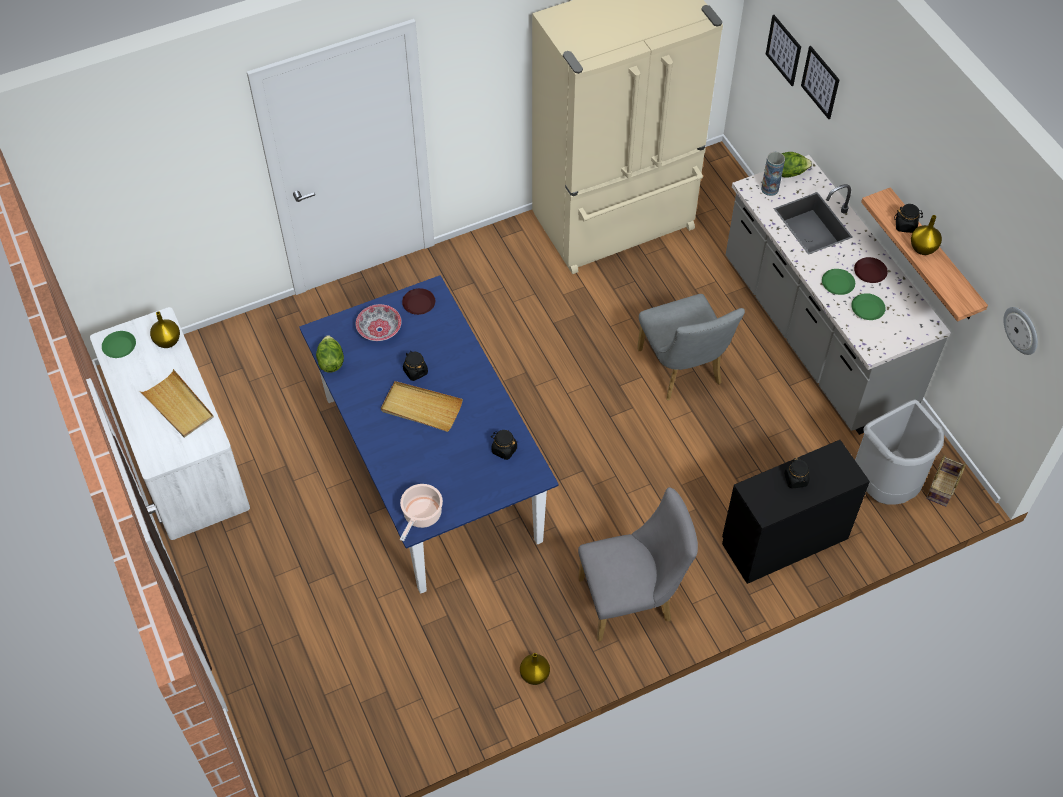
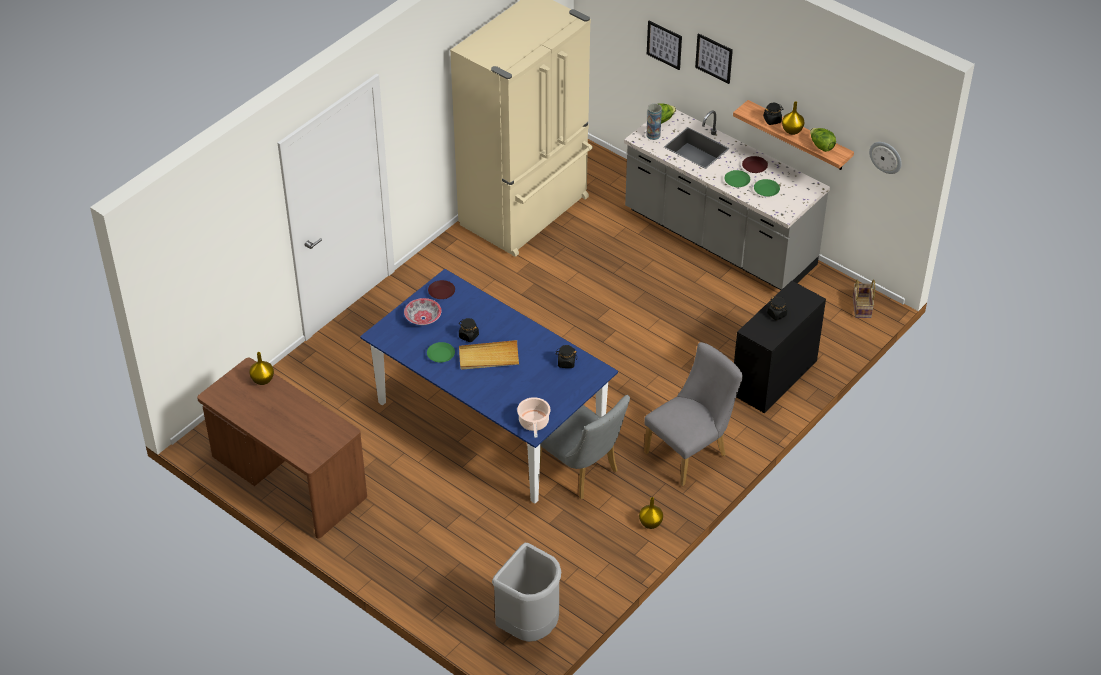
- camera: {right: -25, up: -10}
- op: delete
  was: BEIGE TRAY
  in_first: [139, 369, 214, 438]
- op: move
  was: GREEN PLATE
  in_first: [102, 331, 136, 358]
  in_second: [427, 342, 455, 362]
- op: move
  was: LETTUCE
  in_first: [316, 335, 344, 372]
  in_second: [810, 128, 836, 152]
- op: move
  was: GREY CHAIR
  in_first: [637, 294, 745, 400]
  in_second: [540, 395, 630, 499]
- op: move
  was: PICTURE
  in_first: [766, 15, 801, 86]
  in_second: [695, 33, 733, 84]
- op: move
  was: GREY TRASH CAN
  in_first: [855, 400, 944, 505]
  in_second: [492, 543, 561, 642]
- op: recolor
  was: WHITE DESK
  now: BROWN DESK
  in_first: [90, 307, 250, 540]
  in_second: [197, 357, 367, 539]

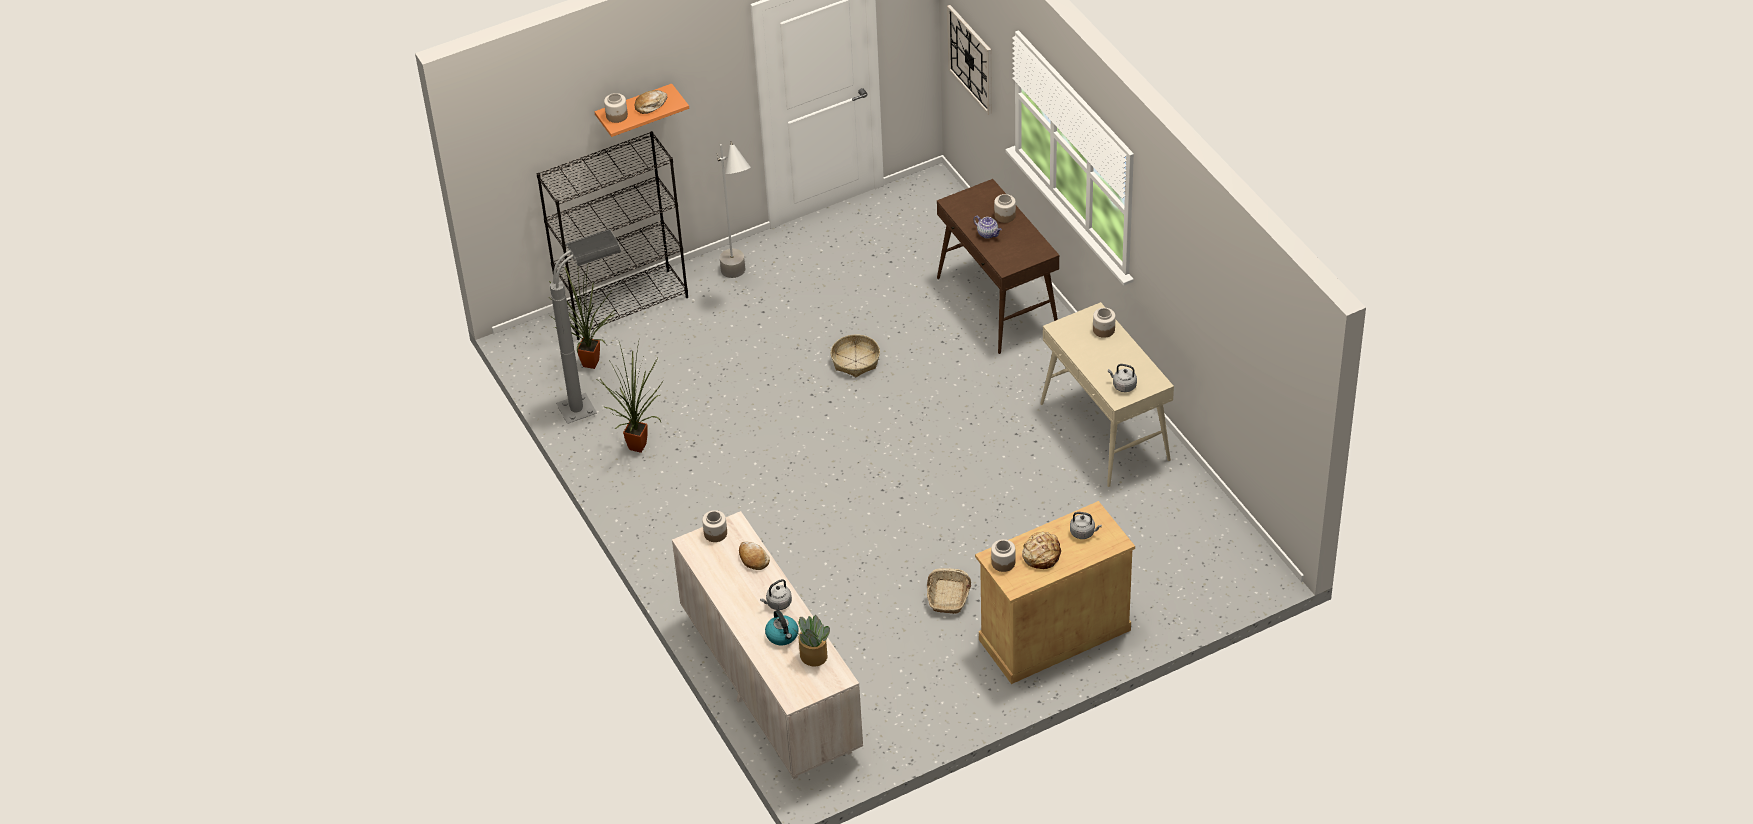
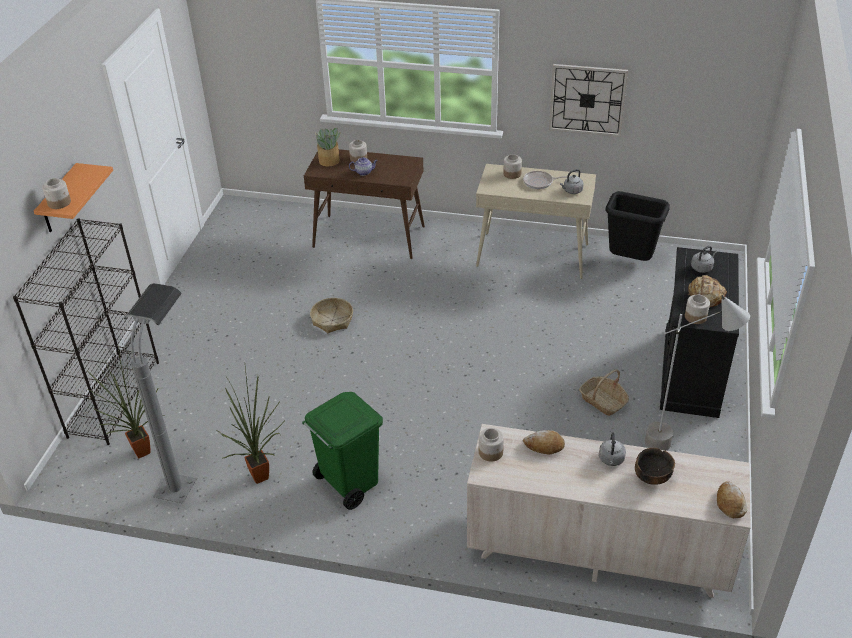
- camera: {right: -50, up: -5}
- op: insert
  now: GREEN TRASH CAN
  in_second: [302, 392, 383, 510]
- op: insert
  now: FRYING PAN
  in_second: [523, 171, 567, 189]
- op: insert
  now: BLACK TRASH CAN
  in_second: [605, 191, 670, 261]
- op: move
  was: BREAD
  in_first: [635, 90, 667, 114]
  in_second: [717, 481, 747, 518]
- op: move
  was: GREY FLOOR LAMP
  in_first: [717, 141, 751, 278]
  in_second: [645, 295, 750, 451]
- op: move
  was: POTTED PLANT
  in_first: [797, 615, 830, 666]
  in_second: [315, 128, 341, 166]
- op: move
  was: WALL CLOCK
  in_first: [947, 5, 992, 115]
  in_second: [549, 64, 628, 137]
- op: replace
  was: KETTLE
  now: BOWL
  in_first: [765, 610, 798, 645]
  in_second: [635, 448, 675, 485]
- op: recolor
  was: BEIGE CABINET
  now: BLACK CABINET
  in_first: [975, 501, 1135, 684]
  in_second: [660, 247, 739, 418]

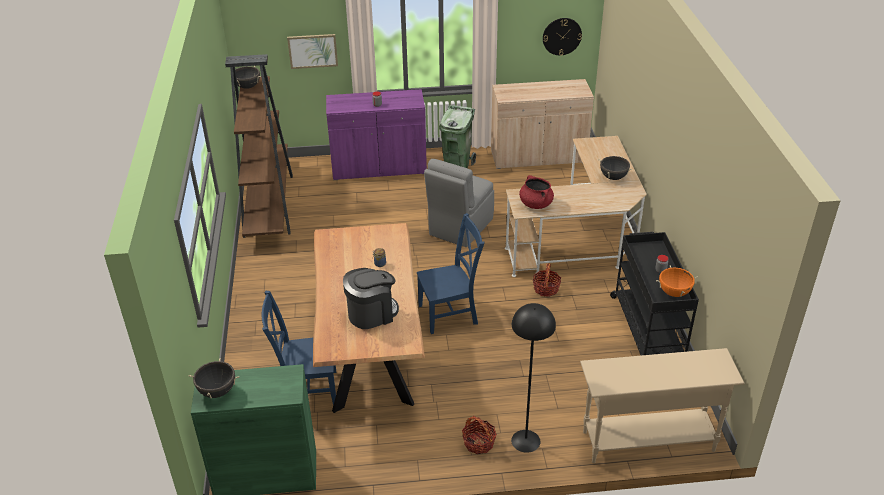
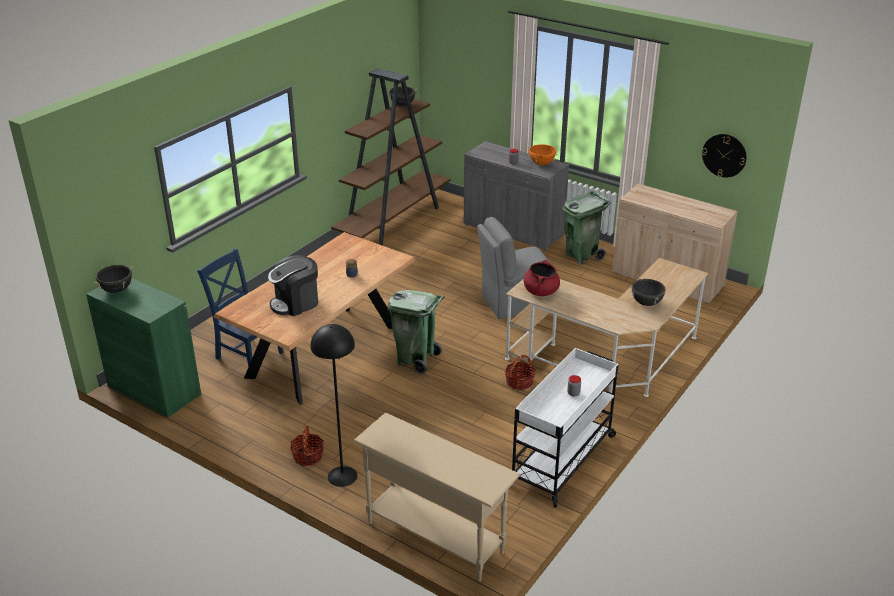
- camera: {right: 40, up: -5}
- op: delete
  was: PICTURE
  in_first: [287, 34, 338, 69]
- op: move
  was: ORANGE COOKING POT
  in_first: [656, 265, 698, 297]
  in_second: [528, 144, 558, 165]
- op: replace
  was: BLUE CHAIR
  now: GREEN TRASH CAN
  in_first: [417, 213, 484, 334]
  in_second: [388, 290, 445, 374]
- op: recolor
  was: PURPLE CABINET
  now: GREY CABINET
  in_first: [326, 89, 427, 180]
  in_second: [464, 141, 569, 251]
- op: recolor
  was: BLACK CART
  now: WHITE CART
  in_first: [610, 232, 699, 356]
  in_second: [512, 348, 619, 508]
- op: rotate
  was: COFFEE MACHINE
  in_first: [343, 268, 399, 329]
  in_second: [268, 255, 318, 316]
  clockwise: 135

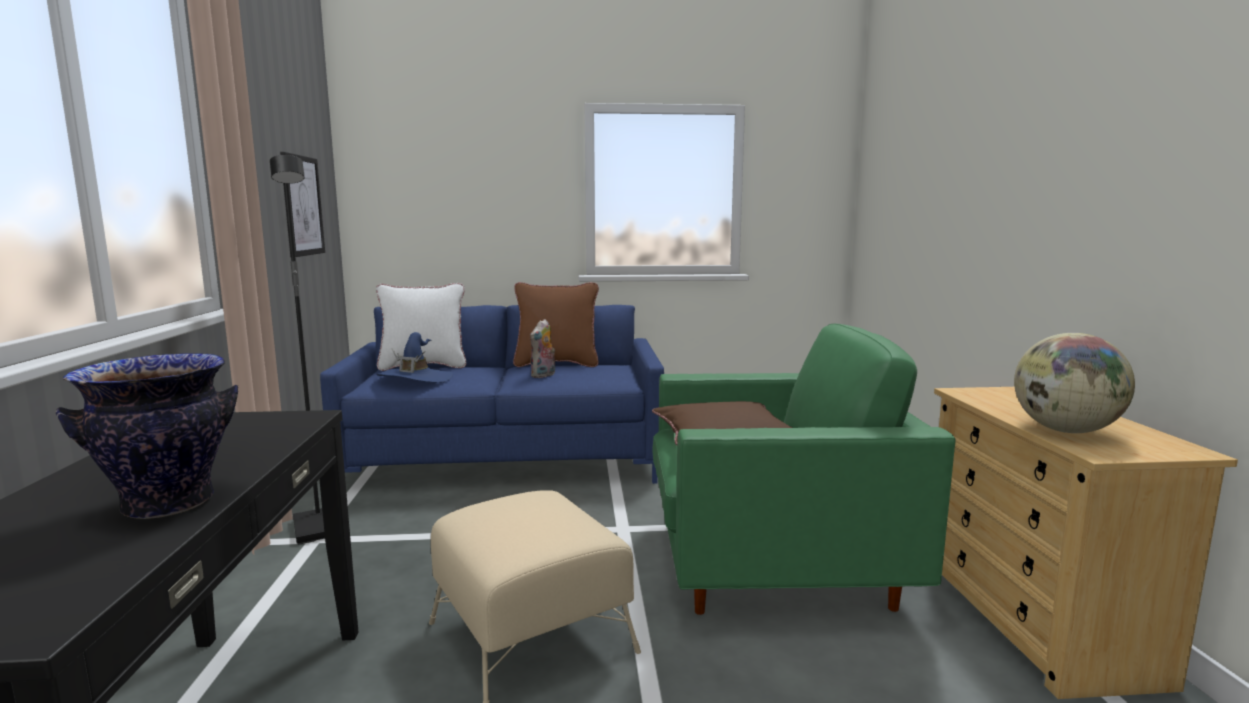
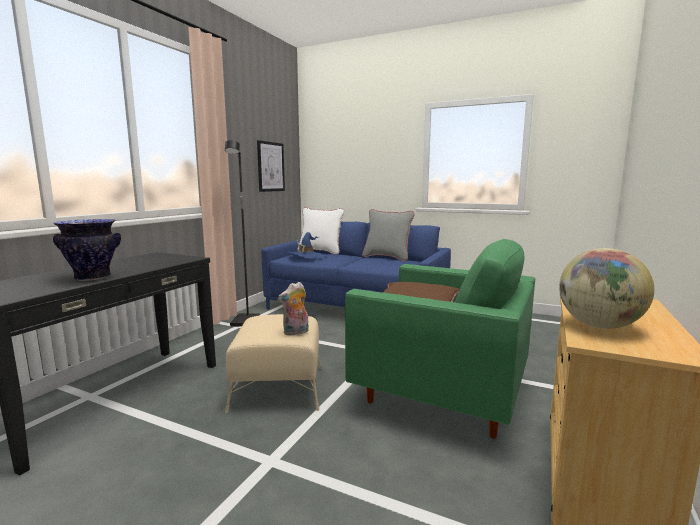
- camera: {right: 30, up: 0}
- op: move
  was: PLUSH TOY
  in_first: [530, 319, 555, 378]
  in_second: [278, 282, 309, 336]
- op: recolor
  was: BROWN PILLOW
  now: GREY PILLOW
  in_first: [513, 282, 599, 367]
  in_second: [362, 209, 415, 261]

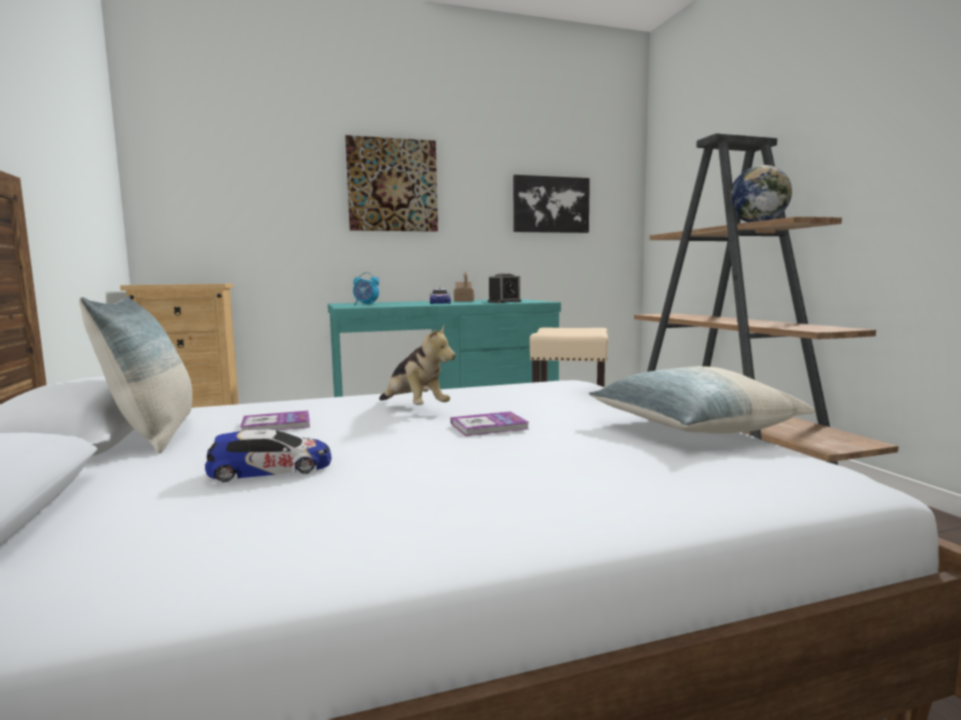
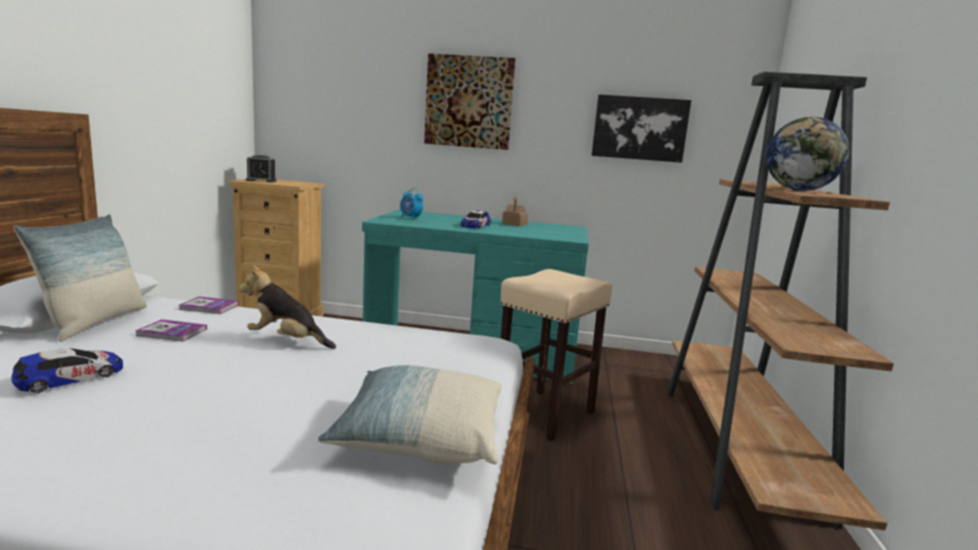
- camera: {right: 25, up: 5}
- op: move
  was: BOOK
  in_first: [451, 411, 529, 436]
  in_second: [178, 297, 239, 314]
- op: move
  was: ALARM CLOCK
  in_first: [488, 273, 521, 303]
  in_second: [246, 155, 276, 182]
- op: rotate
  was: TOY CAR
  in_first: [205, 429, 332, 482]
  in_second: [11, 348, 123, 393]
  clockwise: -60
- op: rotate
  was: PLUSH TOY
  in_first: [379, 325, 456, 405]
  in_second: [239, 265, 336, 349]
  clockwise: 120

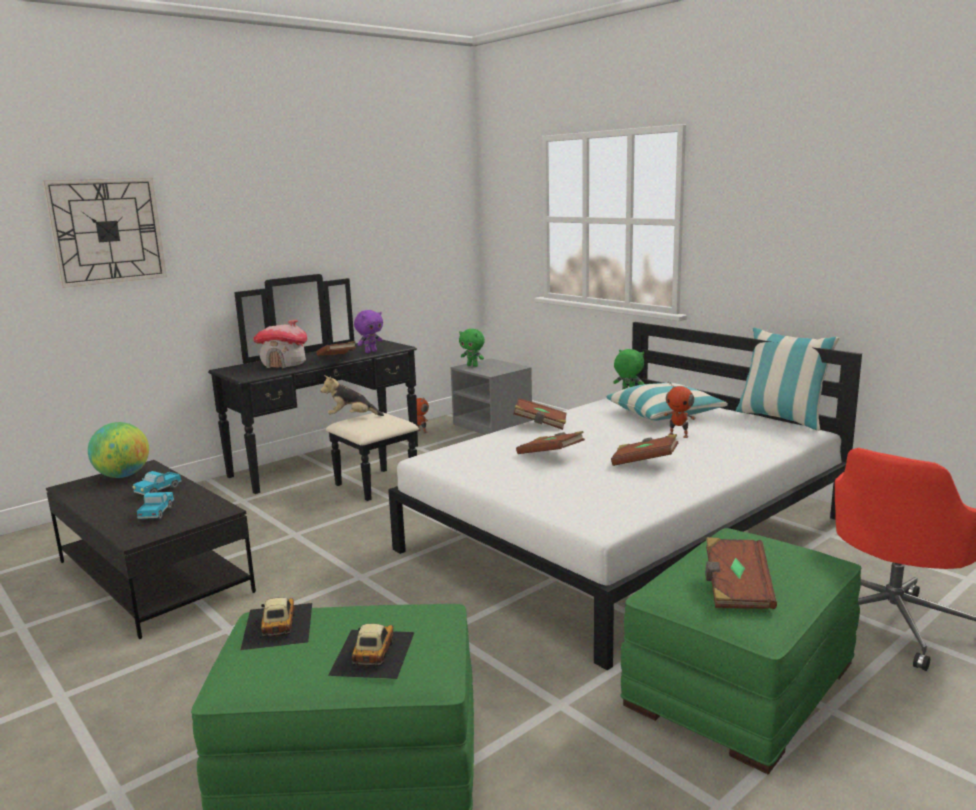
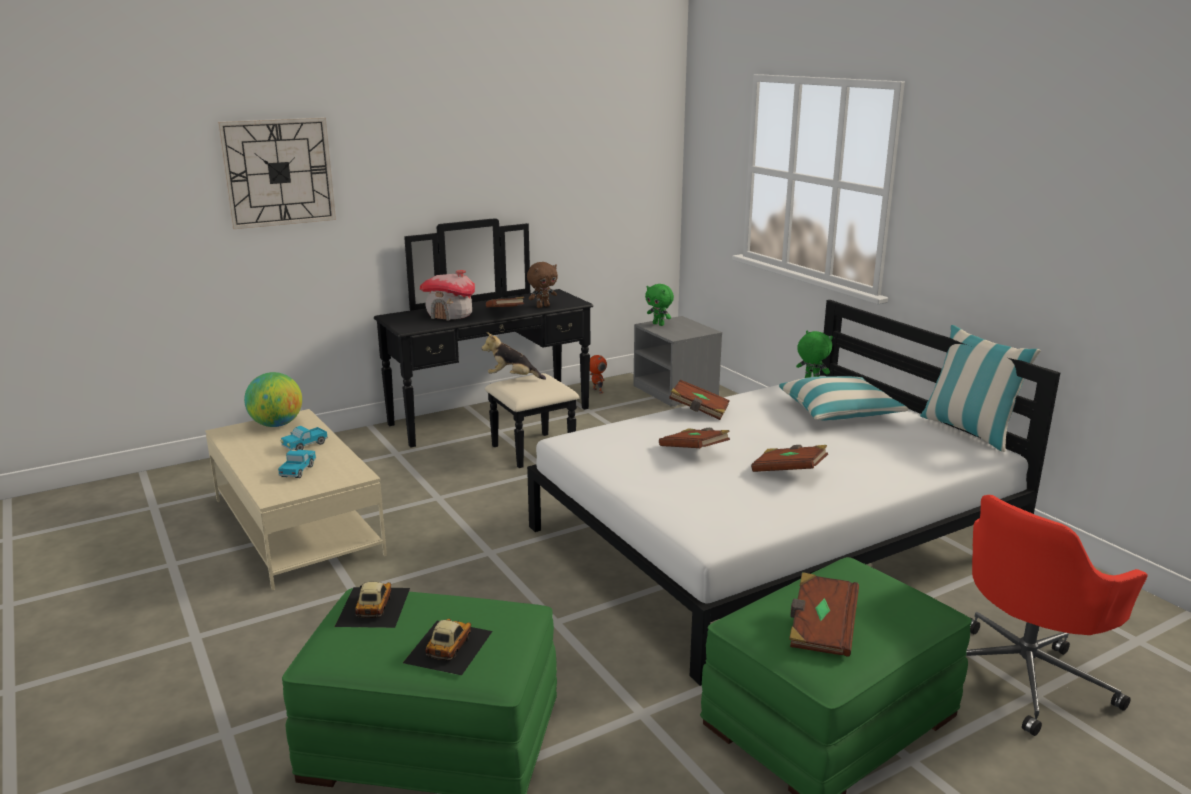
- camera: {right: 10, up: 5}
- op: delete
  was: TOY ROBOT
  in_first: [664, 381, 696, 438]
- op: recolor
  was: BLACK COFFEE TABLE
  now: BEIGE COFFEE TABLE
  in_first: [46, 460, 256, 639]
  in_second: [205, 409, 387, 590]
- op: recolor
  was: PURPLE PLUSH TOY
  now: BROWN PLUSH TOY
  in_first: [354, 310, 383, 353]
  in_second: [527, 262, 558, 308]

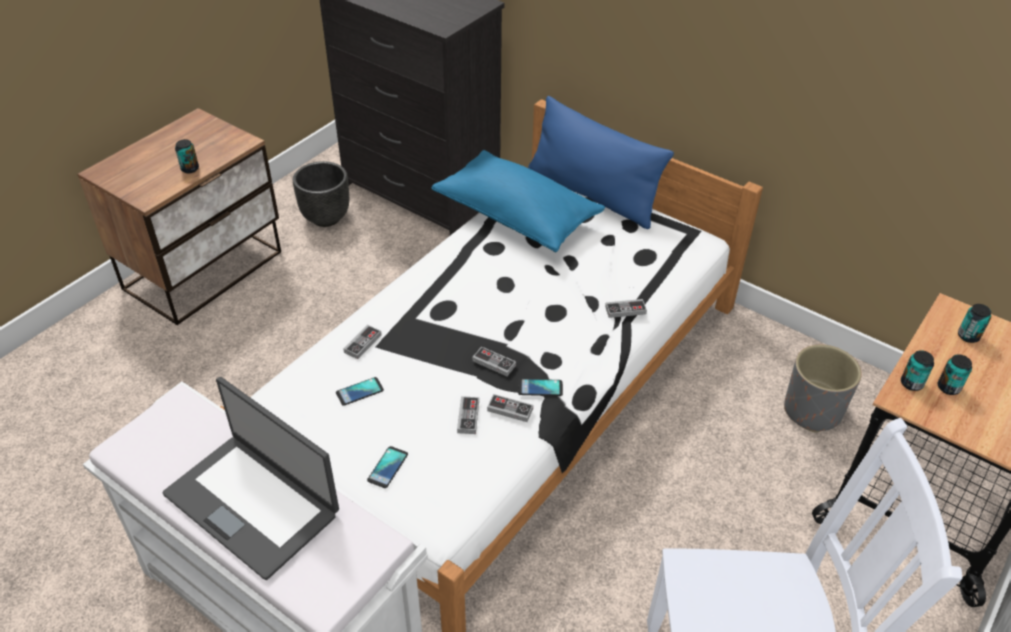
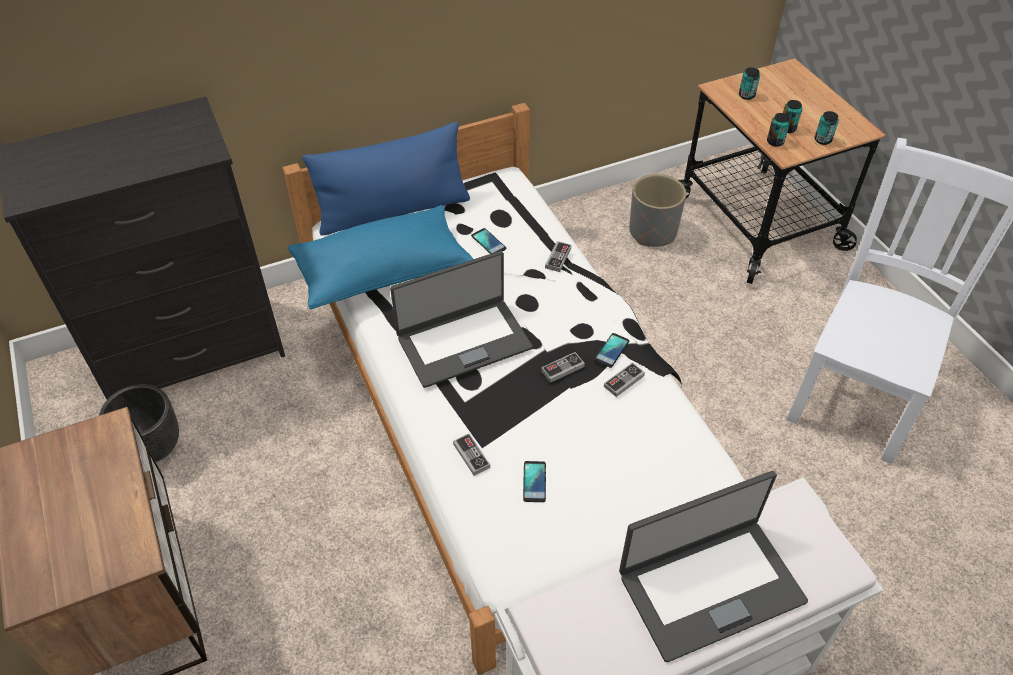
- camera: {right: -60, up: 5}
- op: delete
  was: GAME CONTROLLER
  in_first: [457, 396, 479, 434]
- op: insert
  now: LAPTOP
  in_second: [390, 251, 533, 388]
- op: move
  was: CAN
  in_first: [175, 139, 199, 173]
  in_second: [815, 111, 839, 145]
- op: move
  was: PHONE
  in_first: [367, 446, 408, 488]
  in_second: [471, 228, 507, 254]

